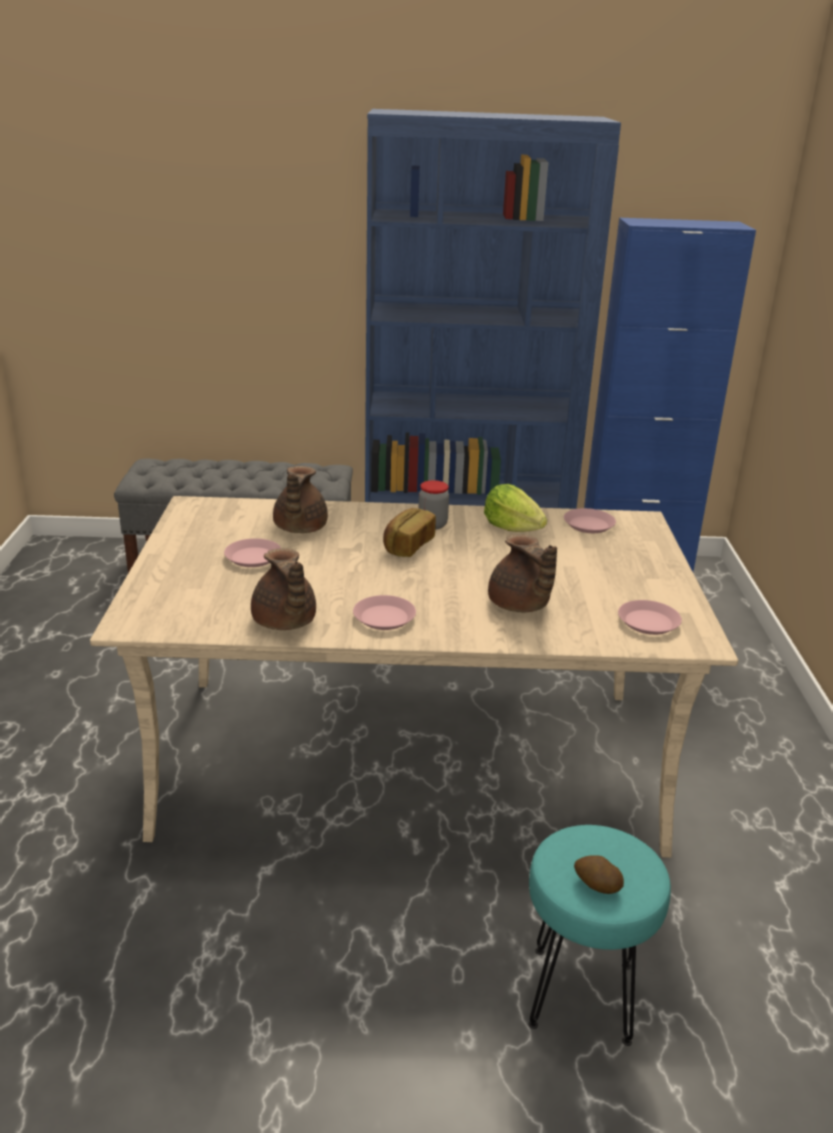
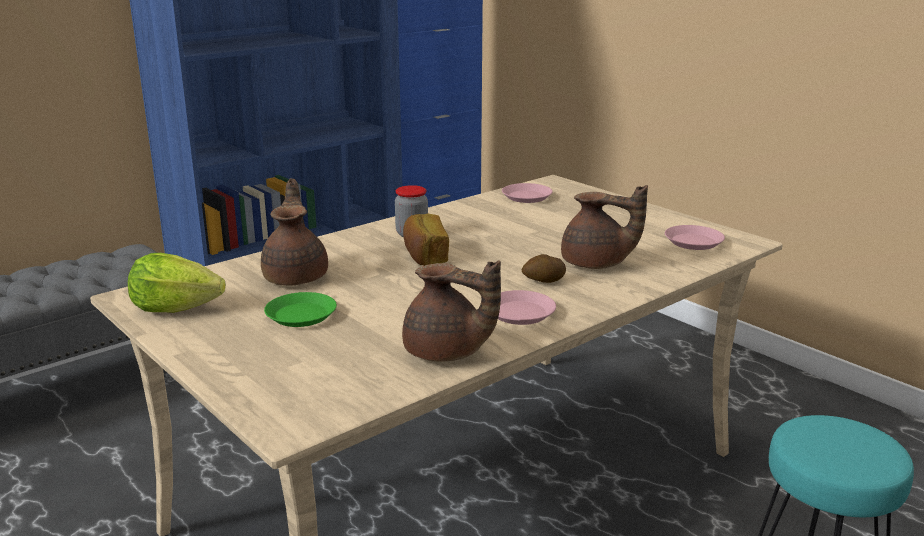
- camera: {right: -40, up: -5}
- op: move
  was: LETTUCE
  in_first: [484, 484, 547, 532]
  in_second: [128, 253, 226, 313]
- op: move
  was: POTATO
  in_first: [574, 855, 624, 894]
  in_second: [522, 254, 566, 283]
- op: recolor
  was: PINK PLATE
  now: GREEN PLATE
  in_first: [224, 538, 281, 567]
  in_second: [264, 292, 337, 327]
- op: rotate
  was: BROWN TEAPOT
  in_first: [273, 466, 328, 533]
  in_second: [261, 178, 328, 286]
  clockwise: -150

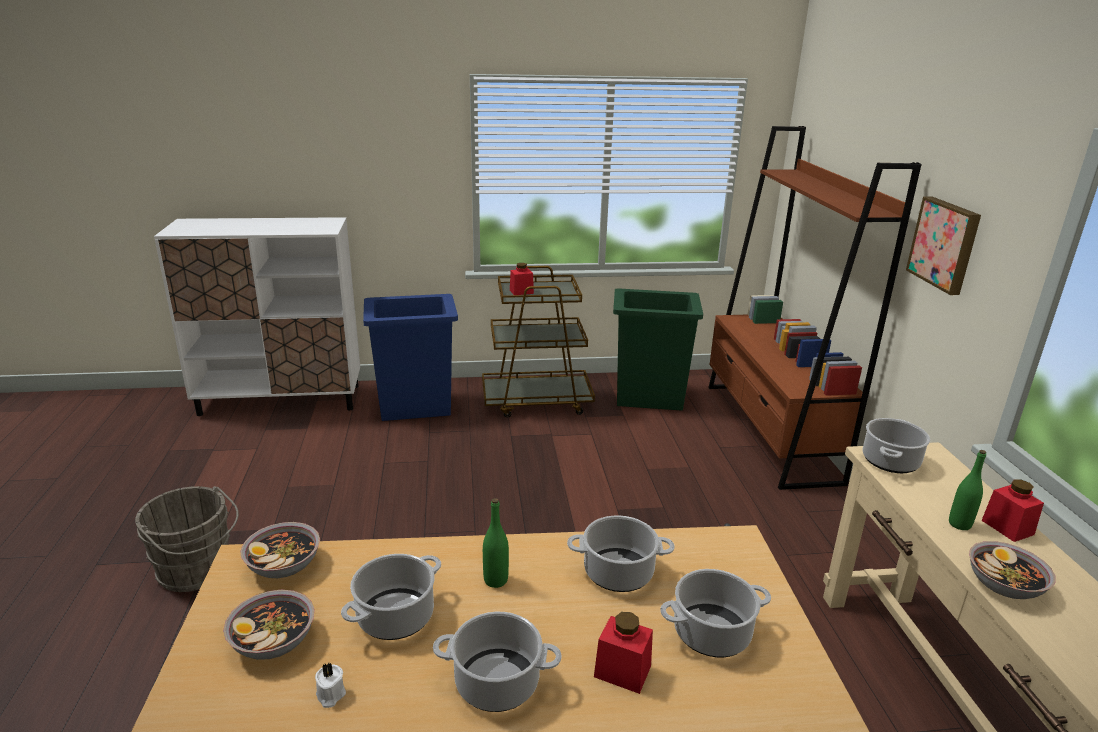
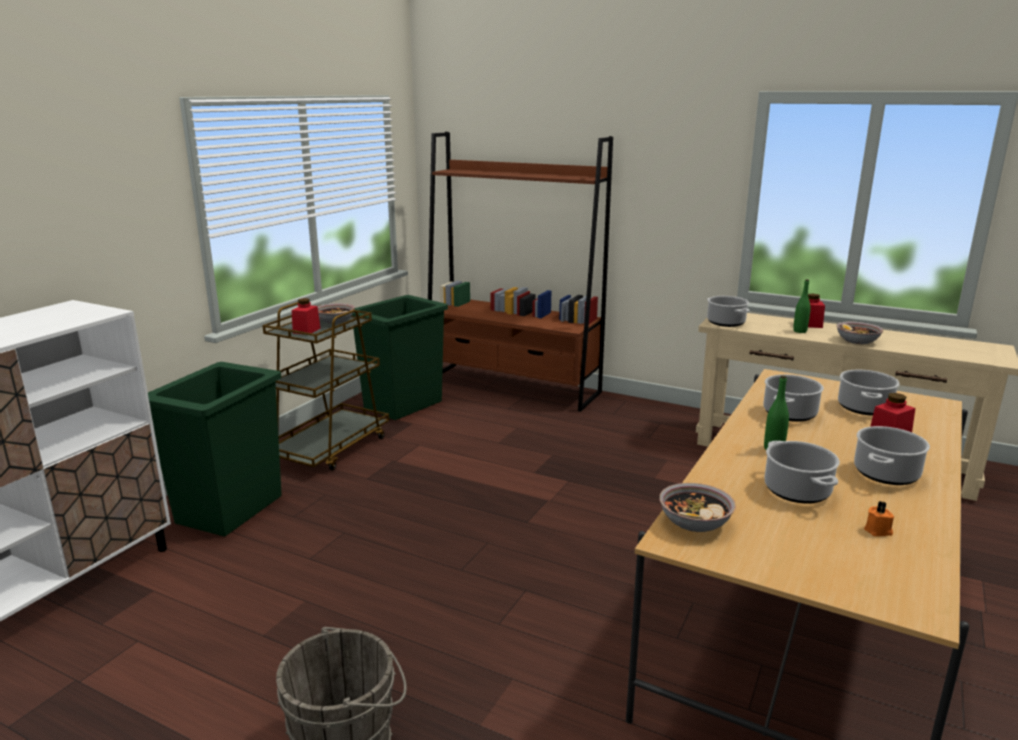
- camera: {right: -55, up: -5}
- op: delete
  was: PICTURE
  in_first: [906, 196, 981, 295]
- op: move
  was: BOWL
  in_first: [223, 590, 315, 660]
  in_second: [318, 303, 355, 324]
- op: recolor
  was: WHITE CANDLE
  now: ORANGE CANDLE
  in_first: [315, 663, 346, 708]
  in_second: [864, 501, 894, 536]
- op: recolor
  was: BLUE TRASH CAN
  now: GREEN TRASH CAN
  in_first: [363, 294, 458, 421]
  in_second: [148, 362, 282, 537]

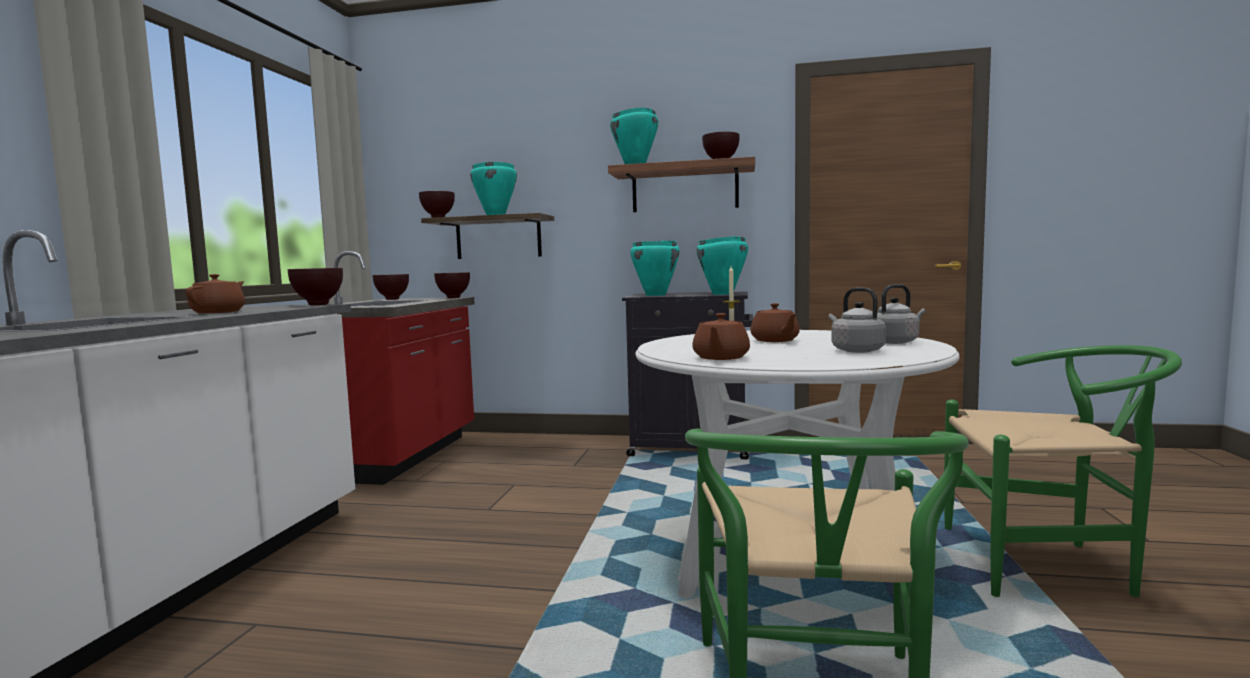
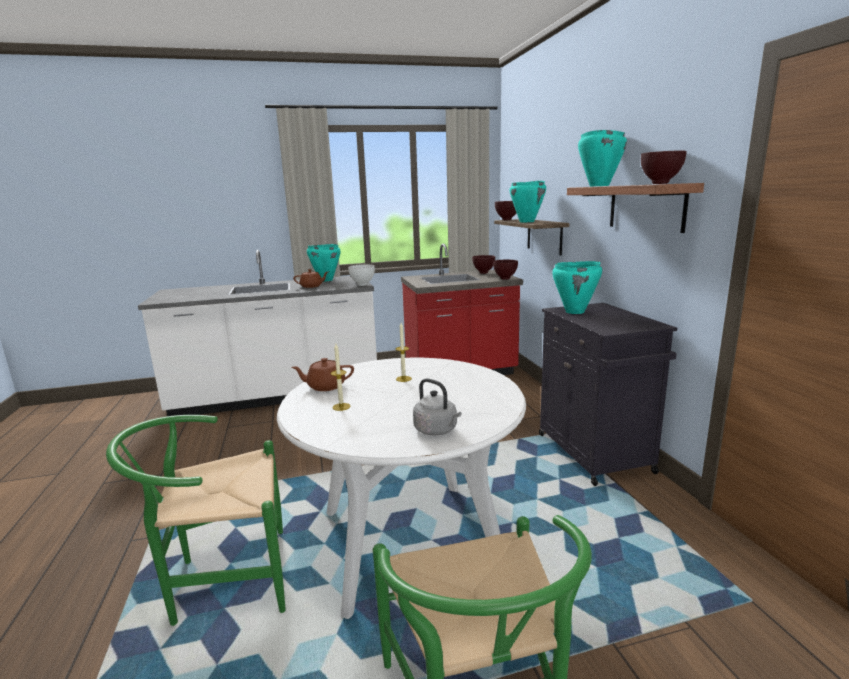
- camera: {right: 65, up: 10}
- op: delete
  was: BROWN TEAPOT
  in_first: [750, 303, 800, 342]
- op: delete
  was: GREY KETTLE
  in_first: [828, 287, 886, 353]
- op: insert
  now: CANDLE
  in_second: [331, 344, 350, 411]
- op: move
  was: TURQUOISE COOKING POT
  in_first: [697, 236, 748, 295]
  in_second: [307, 244, 340, 281]
- op: recolor
  was: BROWN BOWL
  now: WHITE BOWL
  in_first: [288, 268, 343, 305]
  in_second: [348, 264, 375, 286]

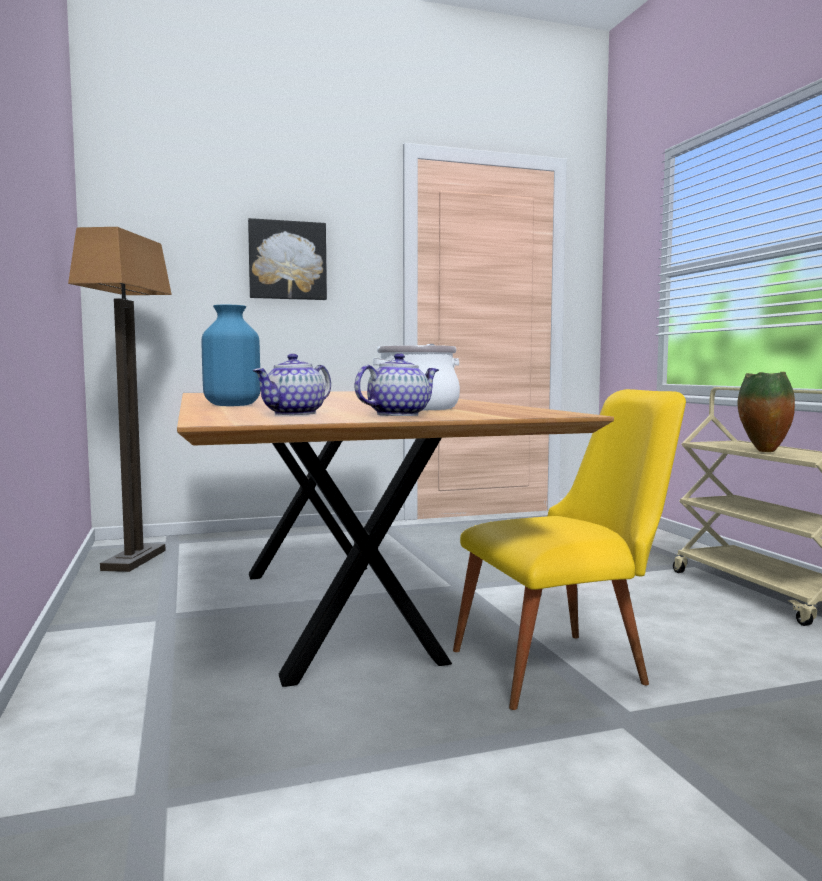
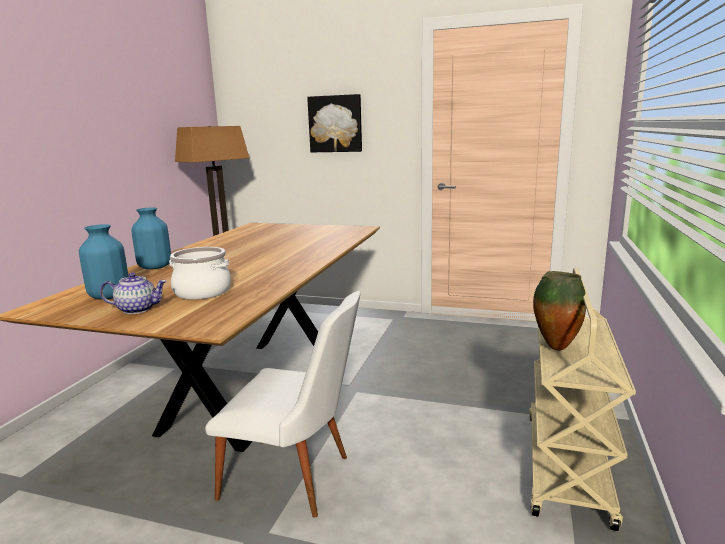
- camera: {right: 35, up: 10}
- op: replace
  was: TEAPOT
  now: BLUE VASE
  in_first: [252, 354, 331, 415]
  in_second: [79, 224, 129, 299]
- op: recolor
  was: YELLOW CHAIR
  now: WHITE CHAIR
  in_first: [453, 389, 686, 710]
  in_second: [205, 291, 361, 518]

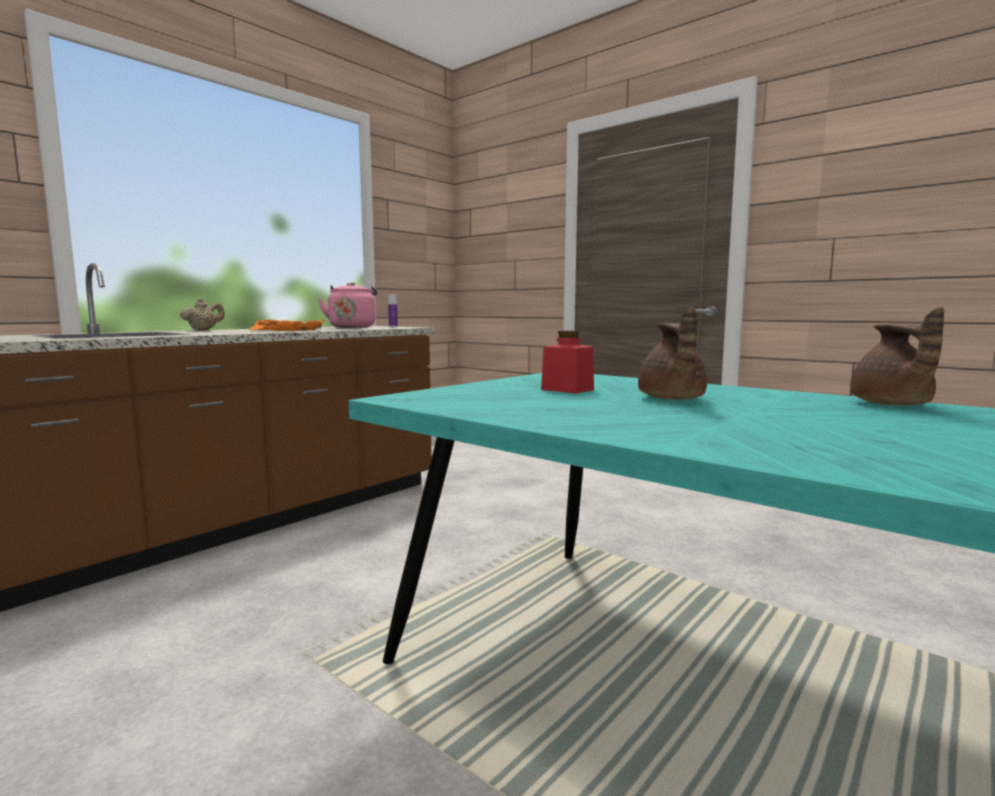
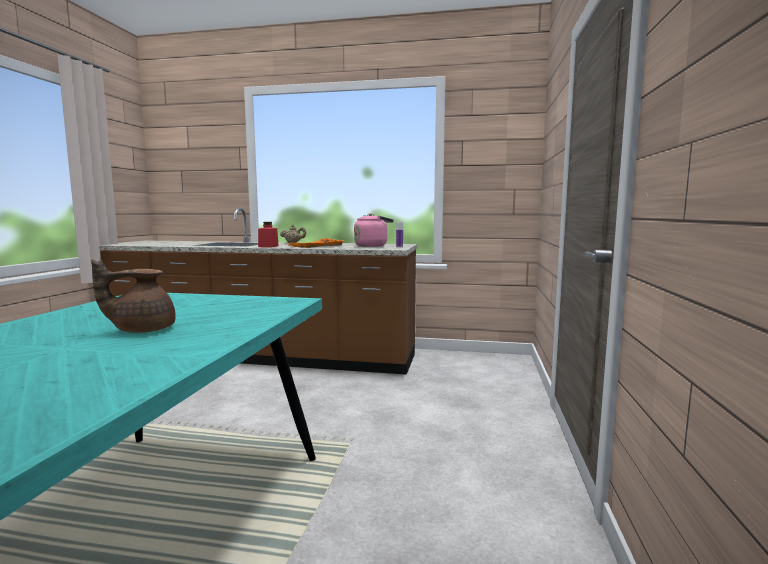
- camera: {right: 60, up: 0}
- op: delete
  was: BROWN TEAPOT
  in_first: [850, 307, 944, 406]
- op: move
  was: RED JAR
  in_first: [541, 331, 594, 394]
  in_second: [258, 222, 279, 248]

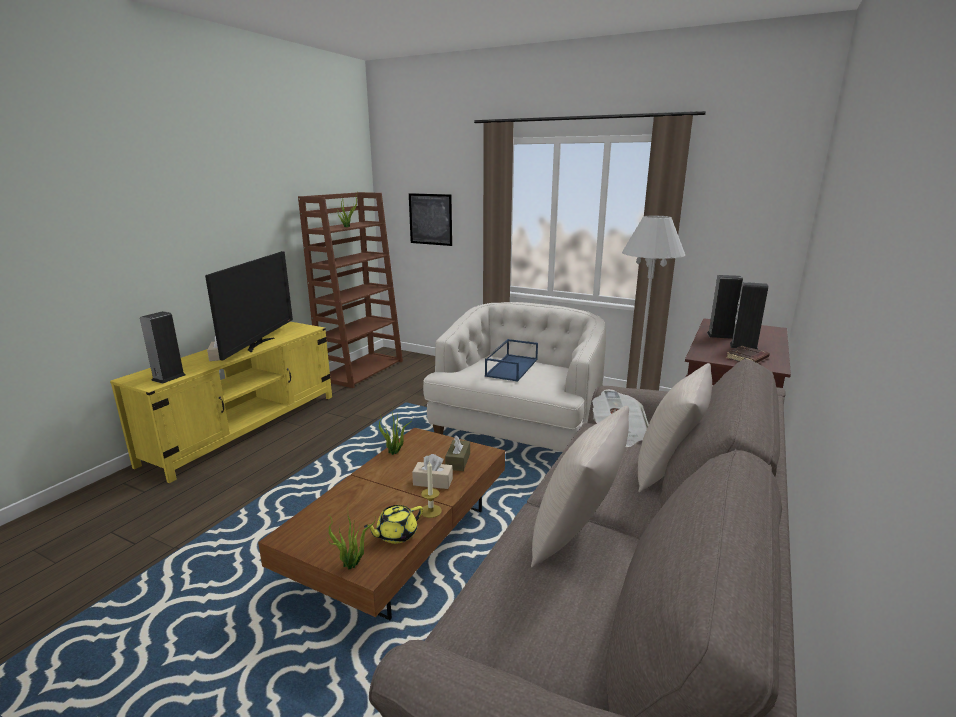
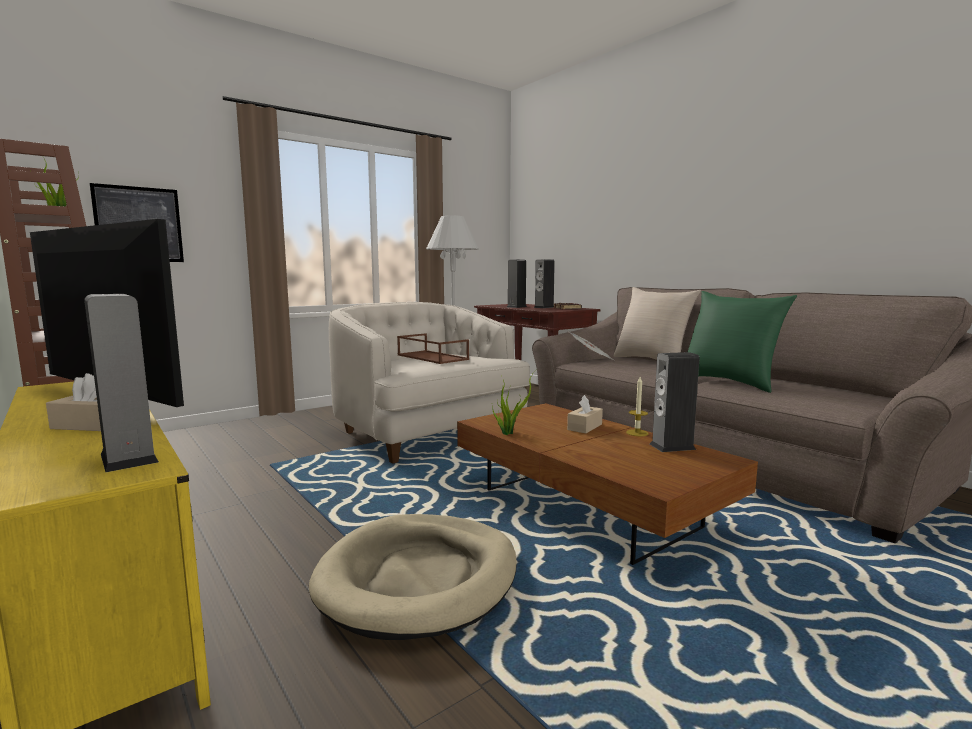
- camera: {right: -65, up: -10}
- op: delete
  was: POTTED PLANT
  in_first: [327, 515, 376, 570]
- op: delete
  was: BROWN TISSUE BOX
  in_first: [445, 435, 470, 471]
- op: insert
  now: BEIGE DOG BED
  in_second: [309, 514, 517, 640]
- op: replace
  was: YELLOW TEAPOT
  now: SPEAKER
  in_first: [364, 505, 423, 544]
  in_second: [650, 352, 699, 452]
- op: recolor
  was: BLUE TRAY
  now: BROWN TRAY
  in_first: [485, 339, 538, 382]
  in_second: [397, 333, 469, 364]
- op: recolor
  was: BEIGE PILLOW
  now: GREEN PILLOW
  in_first: [531, 406, 629, 568]
  in_second: [688, 291, 797, 393]

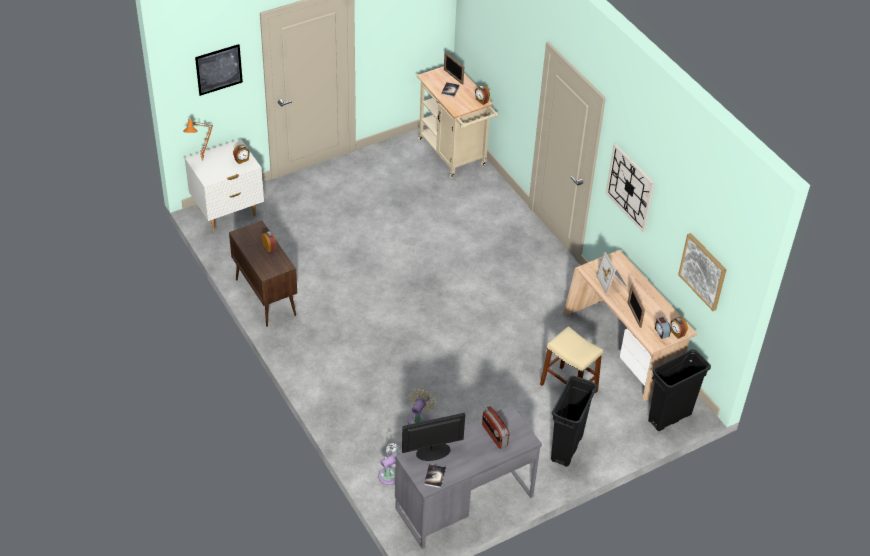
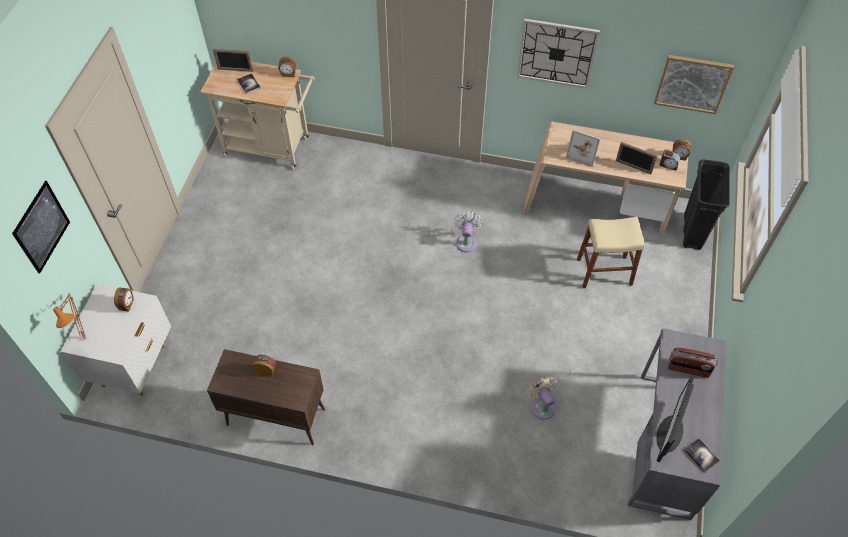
- camera: {right: -45, up: 10}
- op: delete
  was: BLACK TRASH CAN
  in_first: [551, 376, 598, 467]
- op: move
  was: WHITE FAN
  in_first: [378, 443, 402, 485]
  in_second: [453, 211, 482, 252]

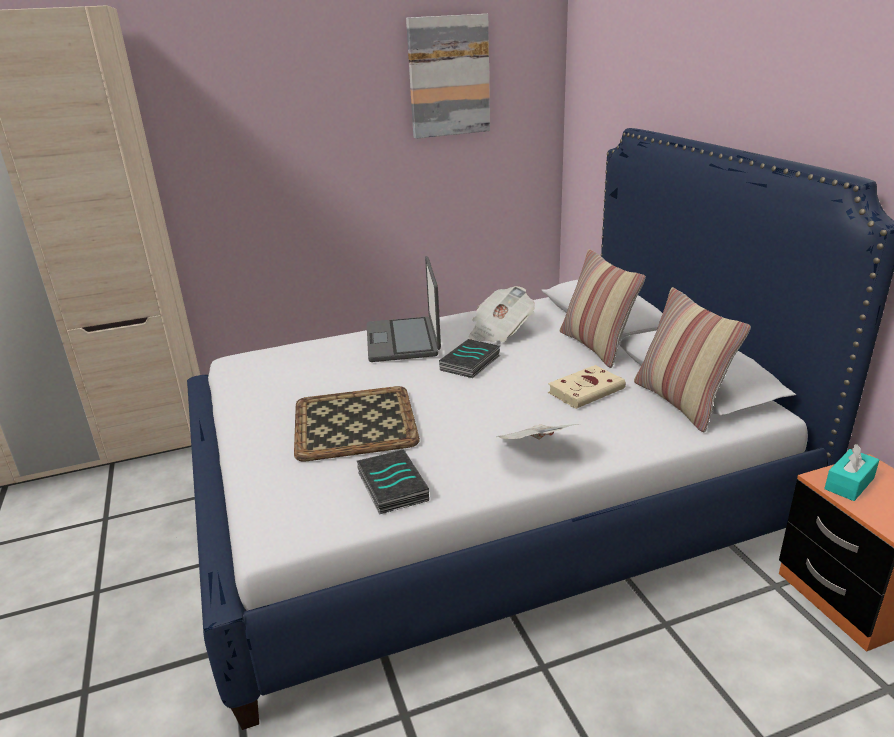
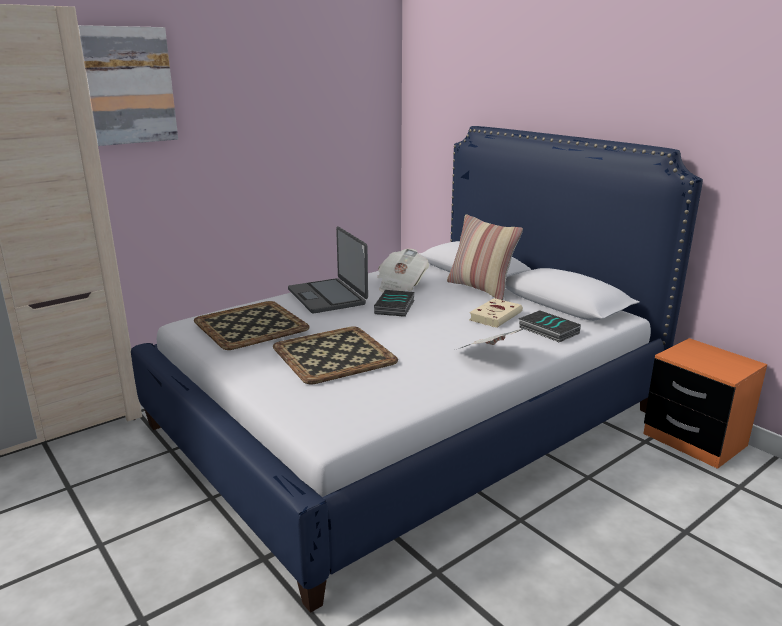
- camera: {right: -20, up: -5}
- op: delete
  was: PILLOW
  in_first: [634, 287, 751, 432]
- op: delete
  was: TURQUOISE TISSUE BOX
  in_first: [824, 444, 879, 501]
- op: insert
  now: TRAY
  in_second: [194, 301, 310, 350]
- op: move
  was: BOOK
  in_first: [357, 450, 429, 515]
  in_second: [519, 311, 581, 342]
- op: move
  was: PICTURE
  in_first: [406, 14, 490, 139]
  in_second: [78, 25, 178, 146]

